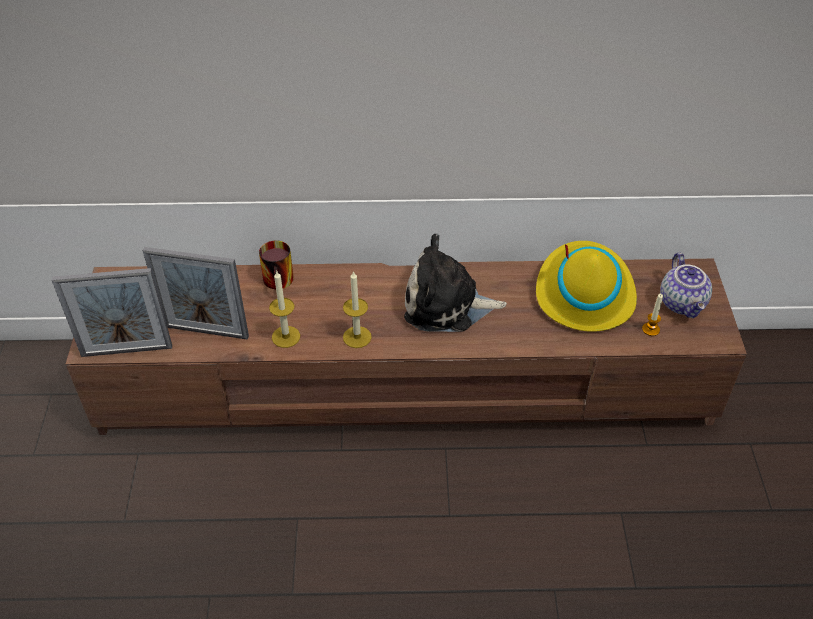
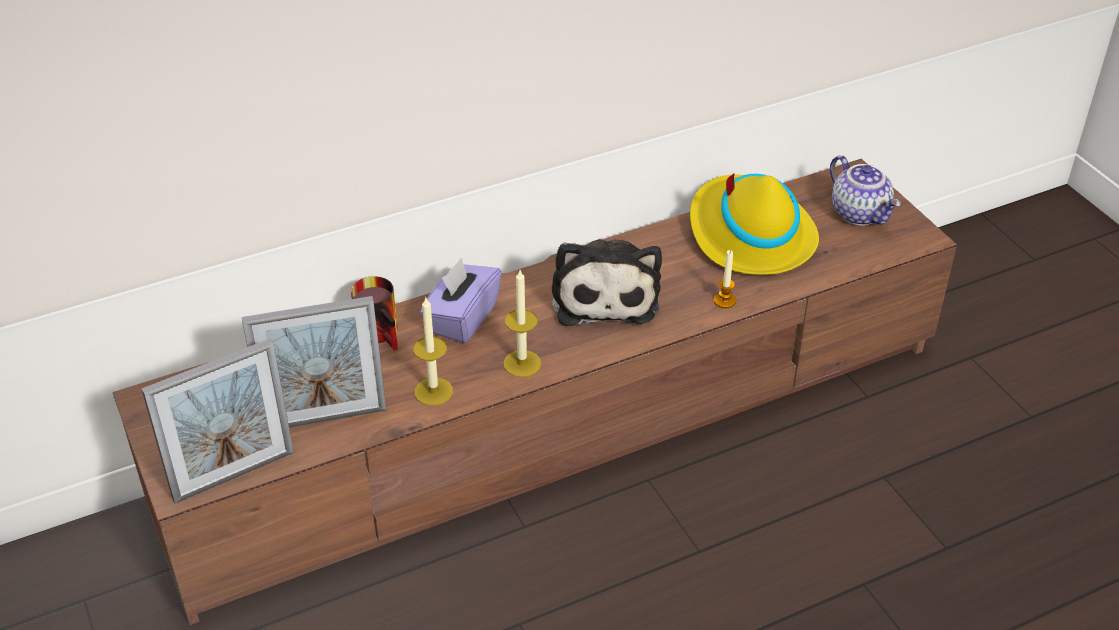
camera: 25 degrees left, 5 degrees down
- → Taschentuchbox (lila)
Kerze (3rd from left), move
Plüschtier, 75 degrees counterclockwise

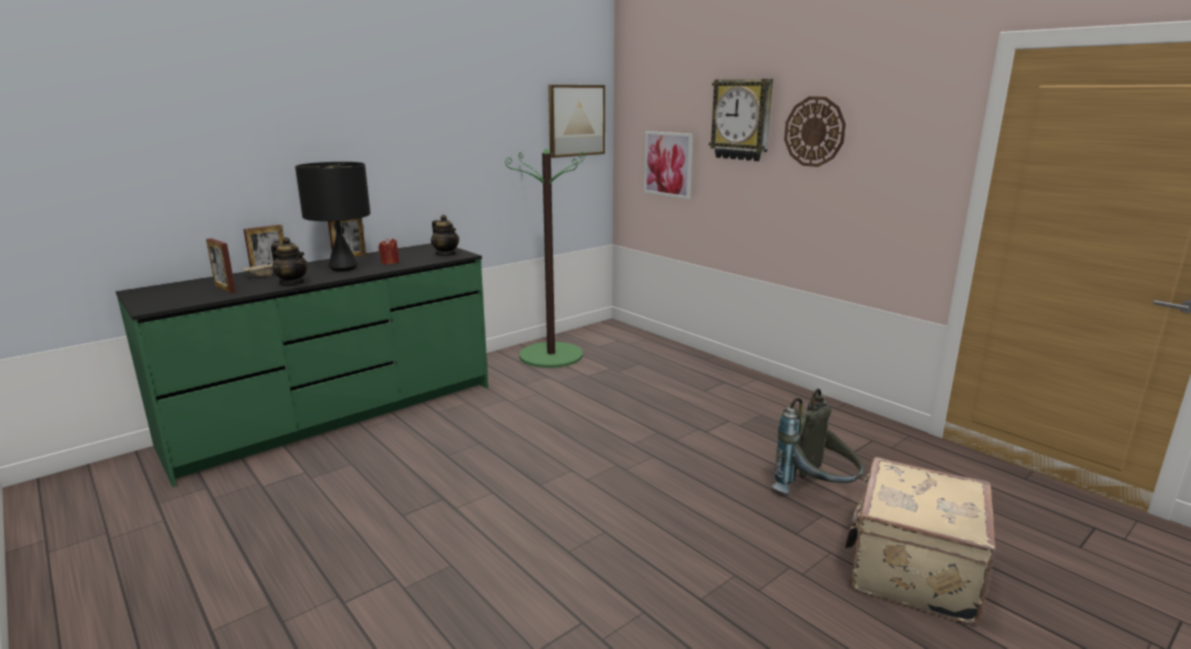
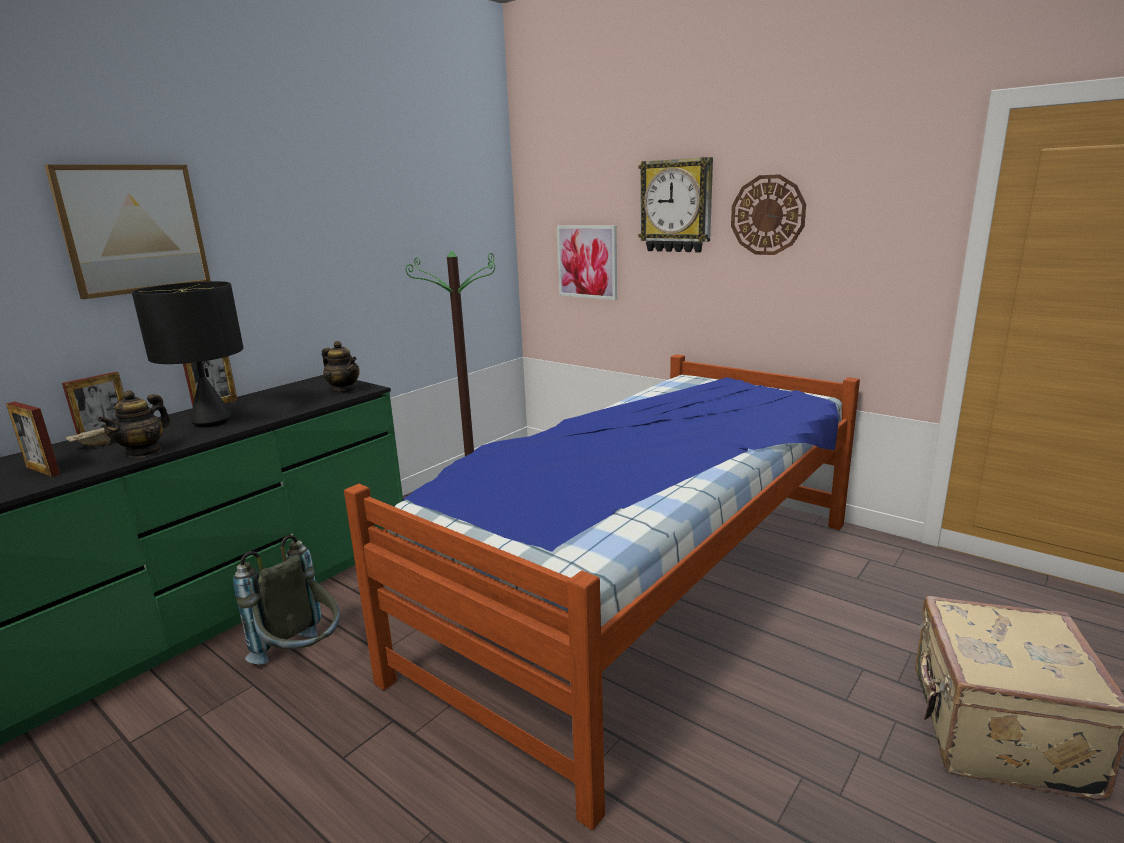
camera: 10 degrees left, 0 degrees up
Kerze (rot) → -
- → Bett
Bild (1st from left), move
Rucksack (grau), move
Teekanne (1st from left), 90 degrees clockwise

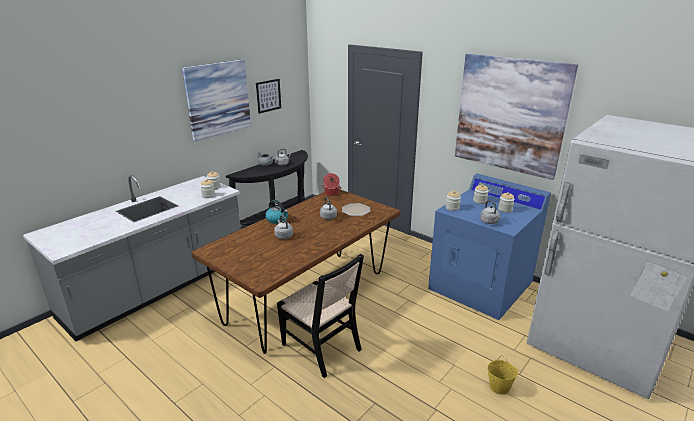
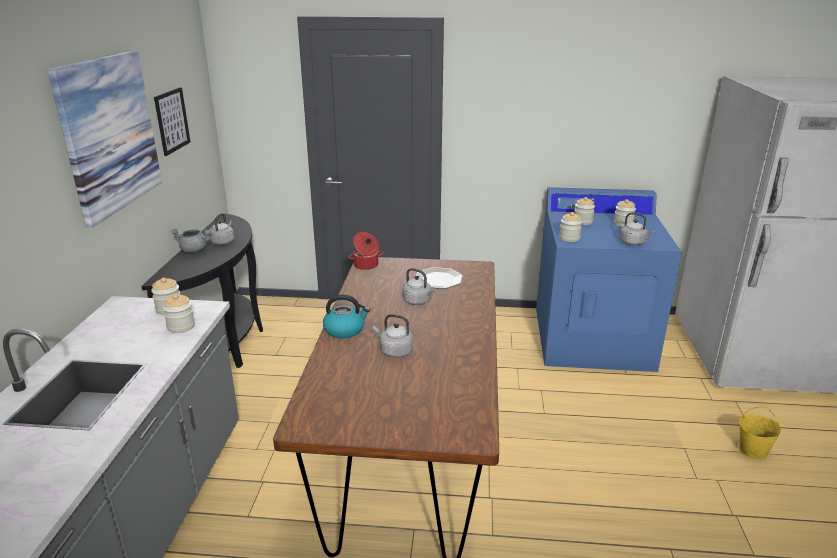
camera: 35 degrees left, 0 degrees up
Stuhl → -
Bild (3rd from left) → -

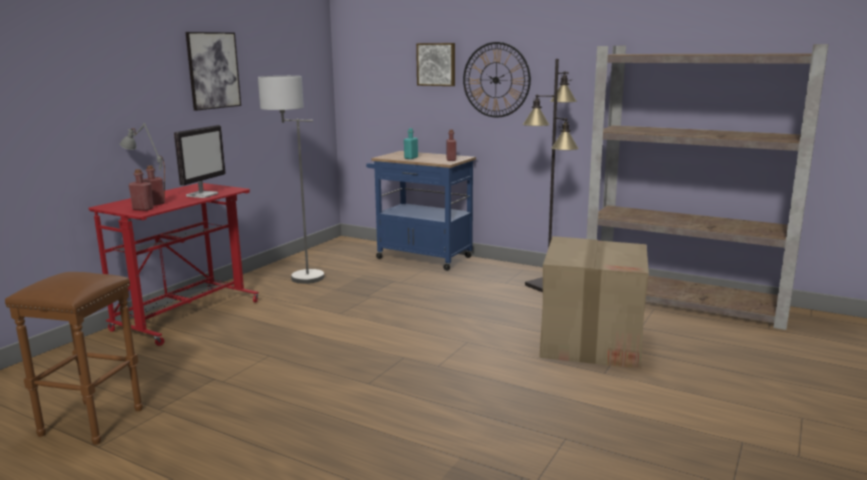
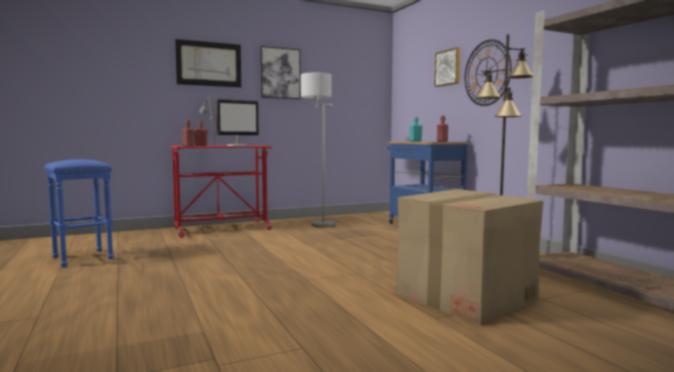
camera: 35 degrees right, 10 degrees down
- → Bild (1st from left)
Hocker (braun) → Hocker (blau)

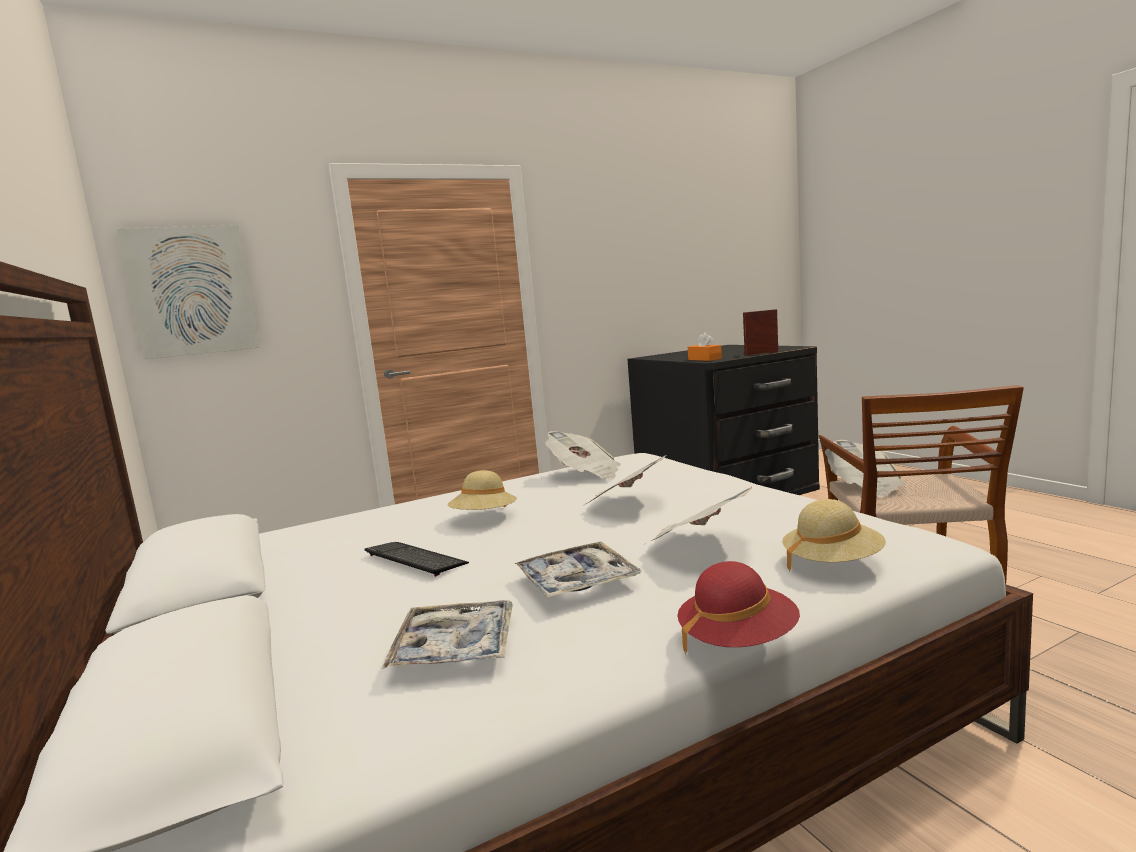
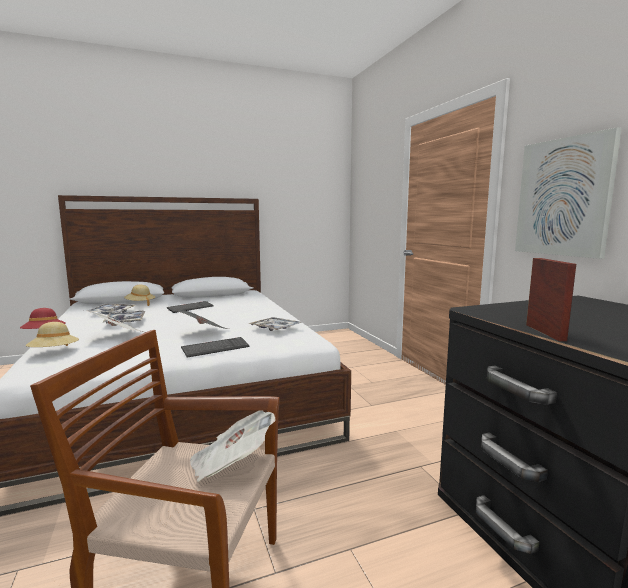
camera: 95 degrees right, 0 degrees up
Taschentuchbox (orange) → -
- → Tastatur (2nd from left)
Bild, move
Hut (beige) (1st from left in the first image) → Hut (beige) (2nd from left), move
Zeitung (1st from left) → Tablett (3rd from left)

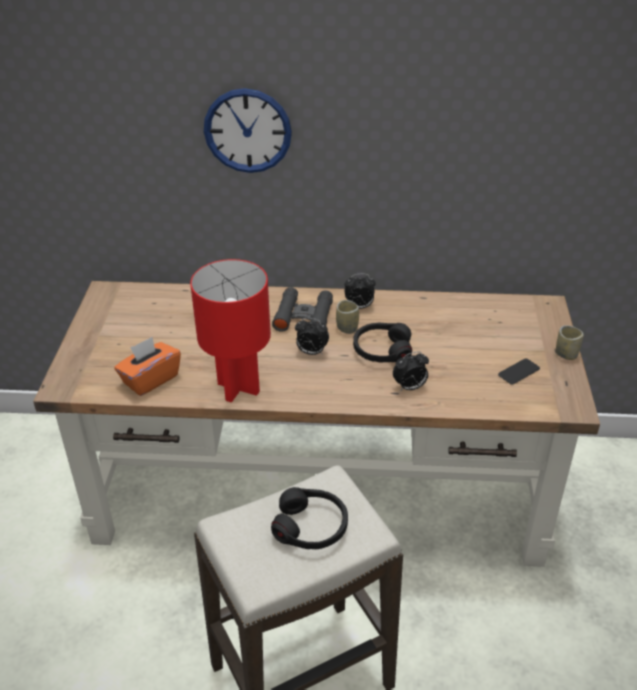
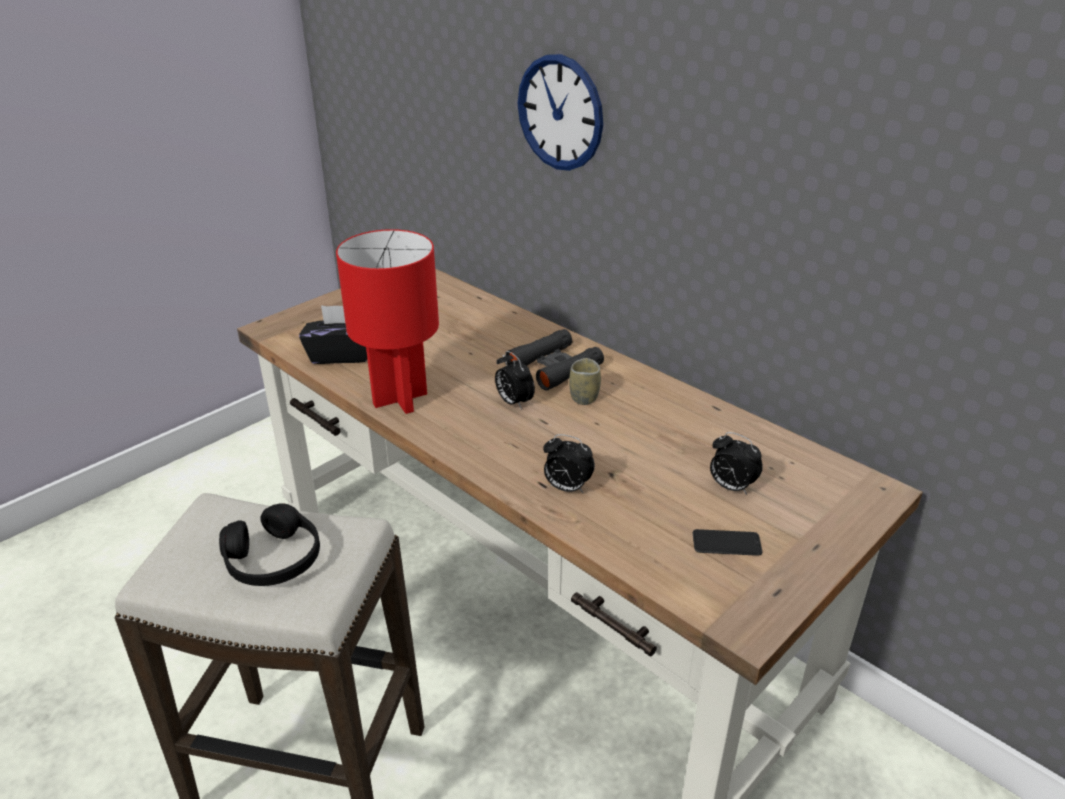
camera: 40 degrees right, 5 degrees down
Kopfhörer (schwarz) (2nd from left) → -
Tasse (2nd from left) → -
Wecker (2nd from left in the first image) → Wecker (3rd from left), move
Taschentuchbox (orange) → Taschentuchbox (schwarz)

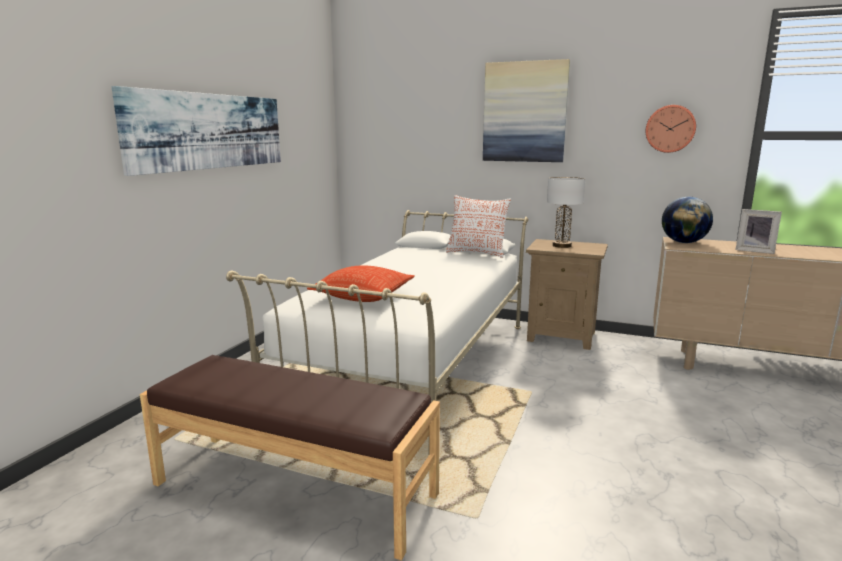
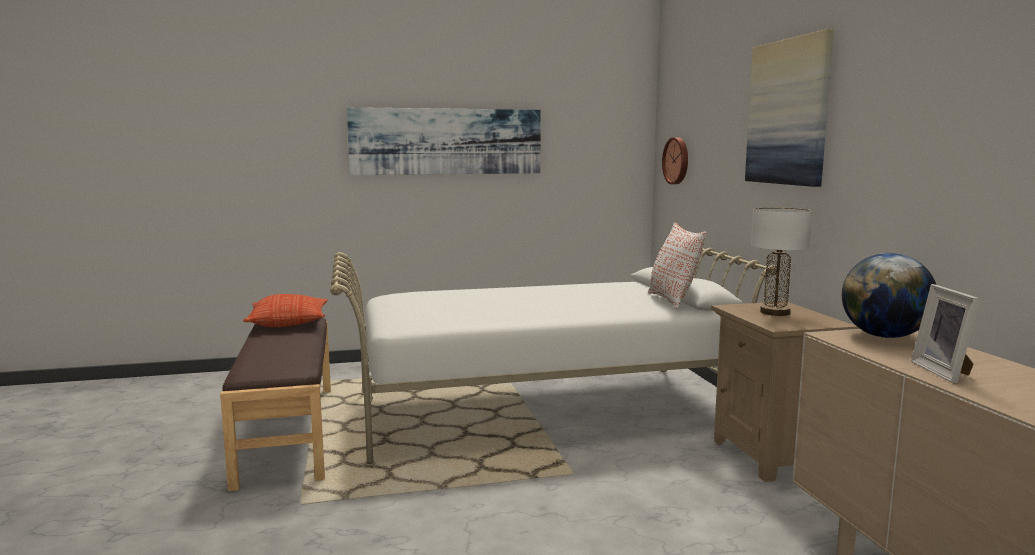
camera: 55 degrees right, 5 degrees down
Kissen (orange), move
Wanduhr, move

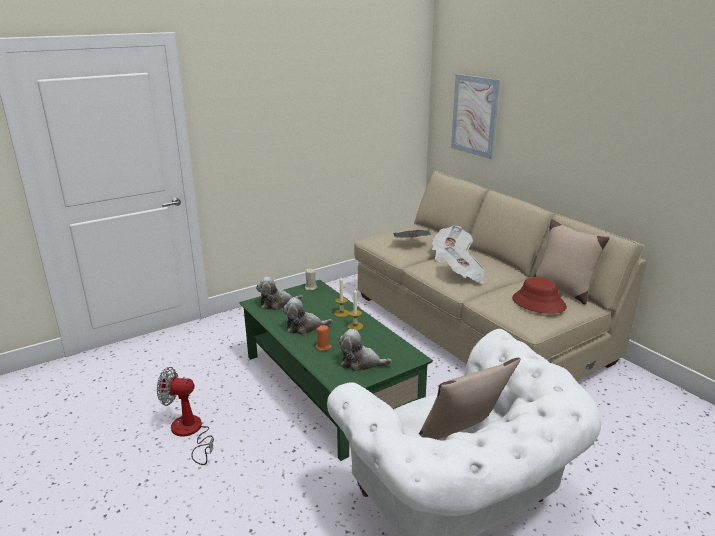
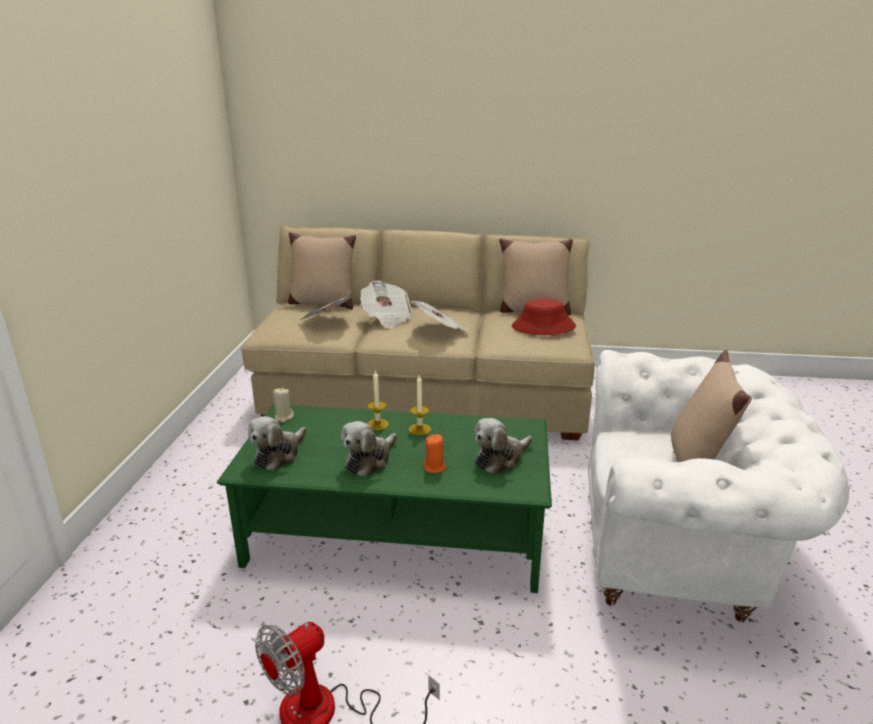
camera: 50 degrees left, 0 degrees up
Bild → -
- → Kissen (beige) (1st from left)

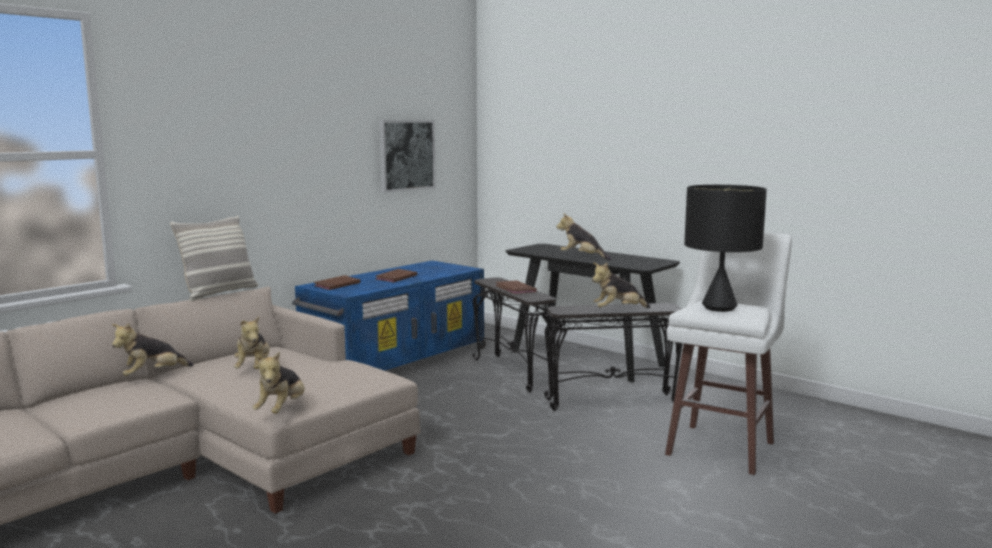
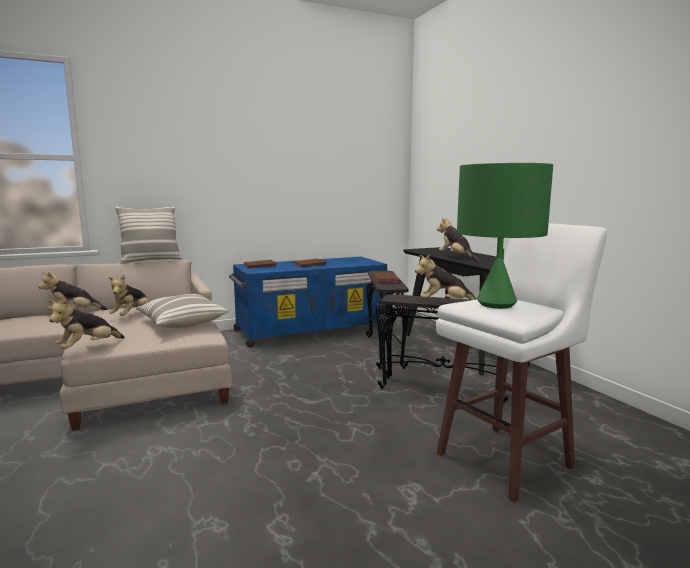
camera: 25 degrees right, 0 degrees up
Bild → -
- → Kissen (2nd from left)
Tischlampe (schwarz) → Tischlampe (grün)

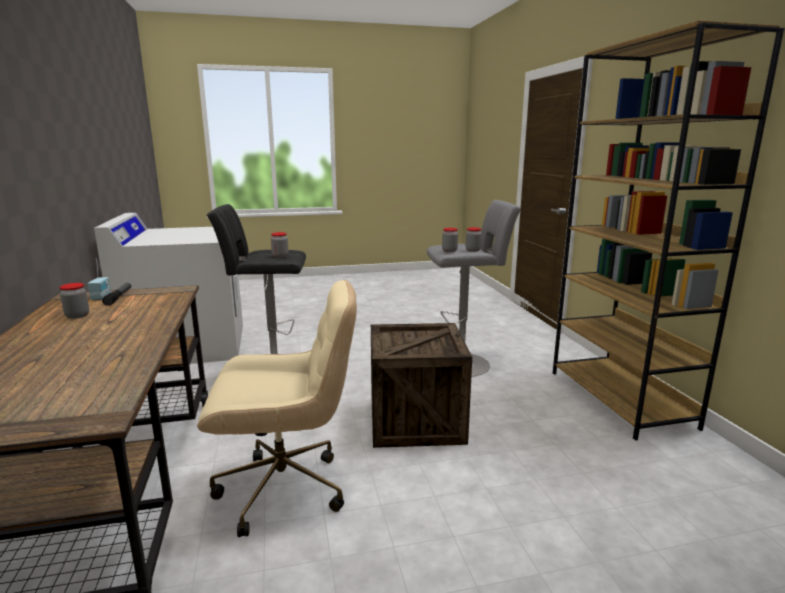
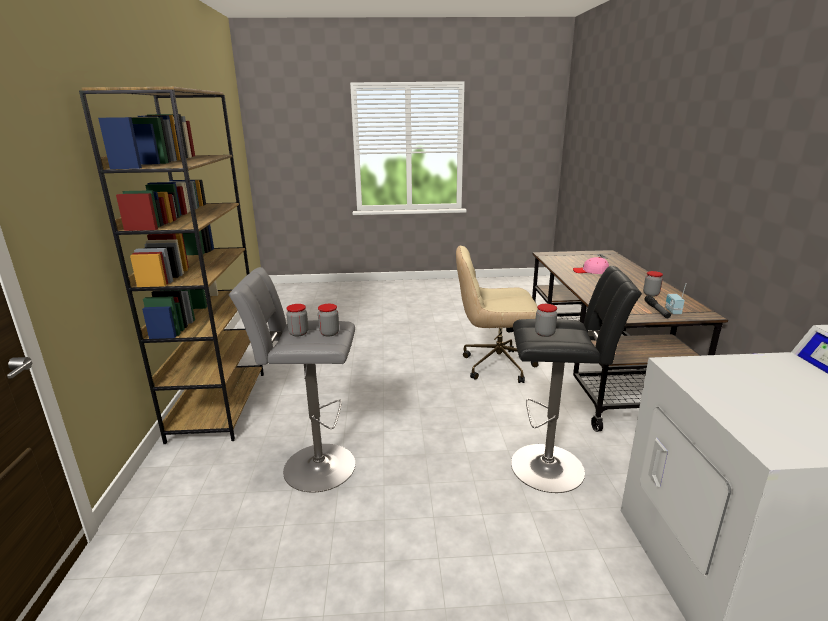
camera: 170 degrees left, 5 degrees up
Kiste → -
- → Kappe (rosa)

